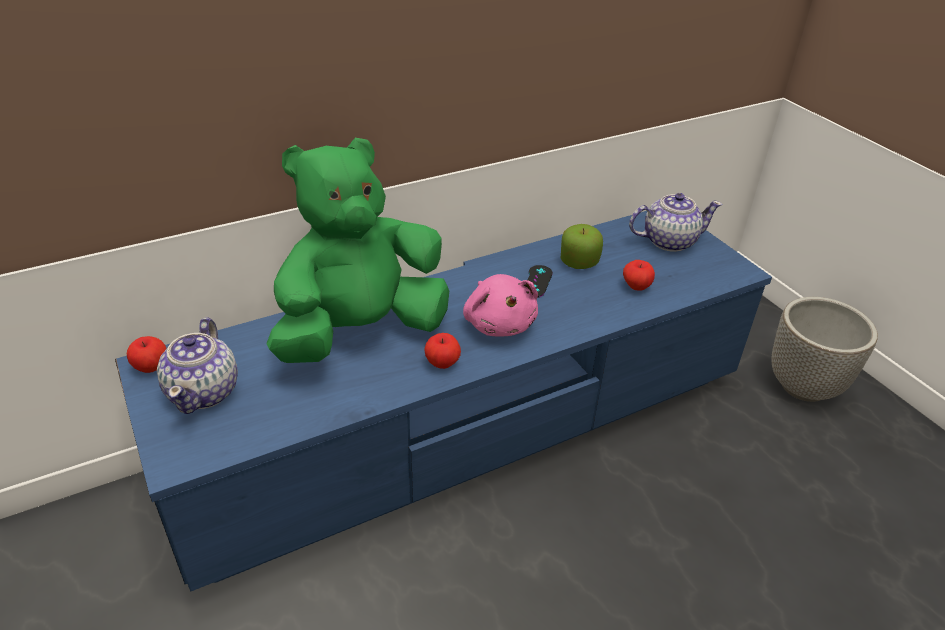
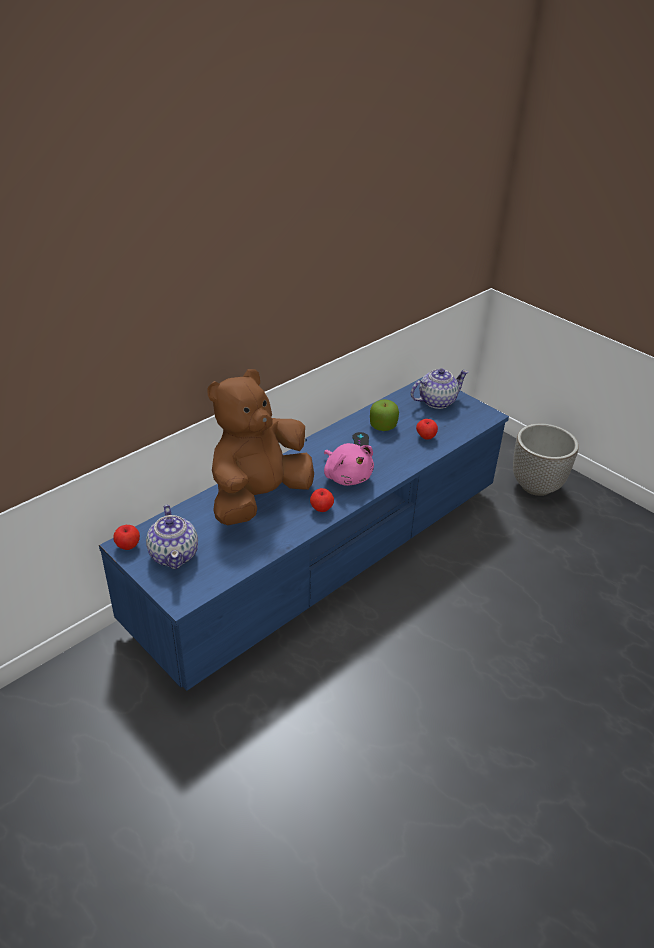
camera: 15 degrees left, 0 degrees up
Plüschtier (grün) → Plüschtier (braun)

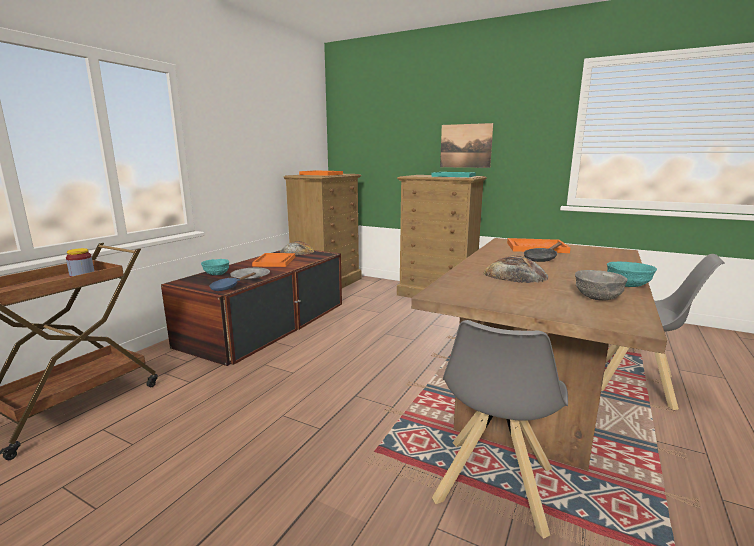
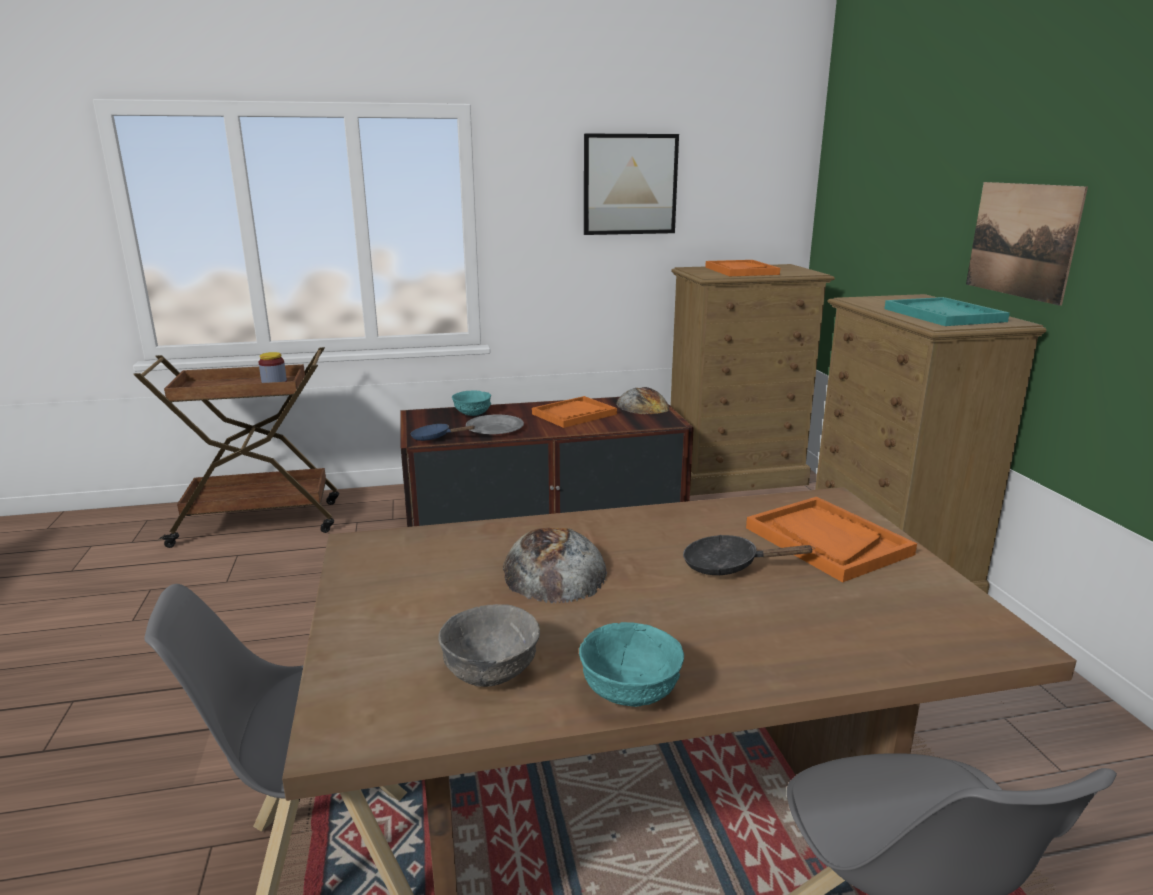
camera: 50 degrees right, 5 degrees up
- → Bild (1st from left)

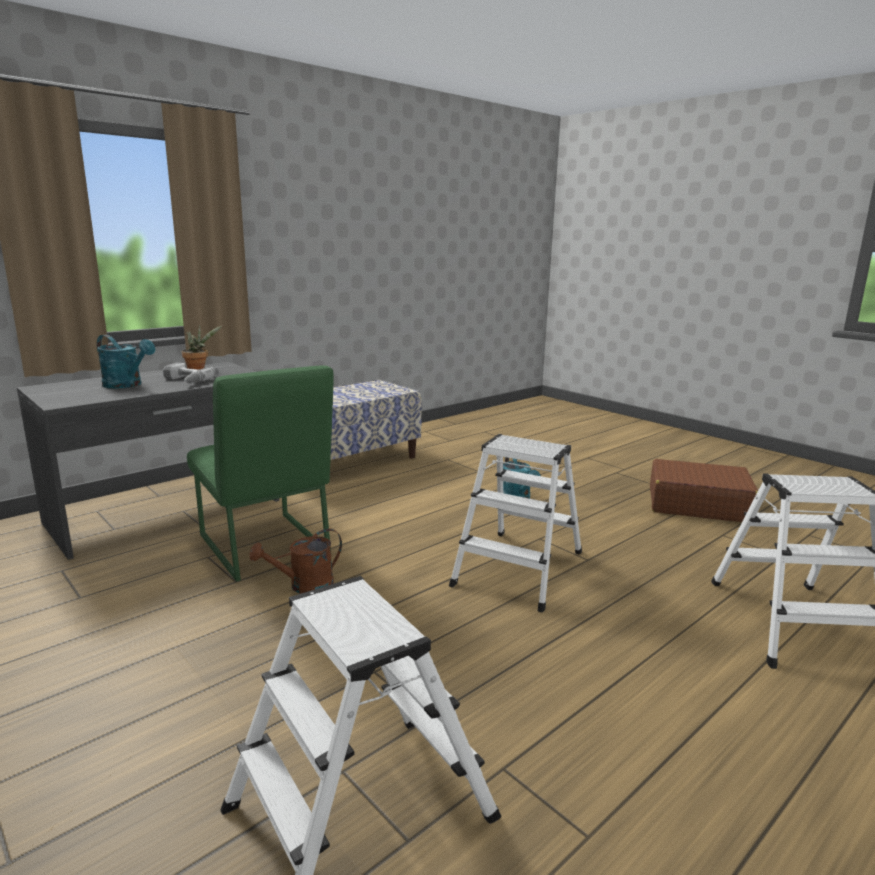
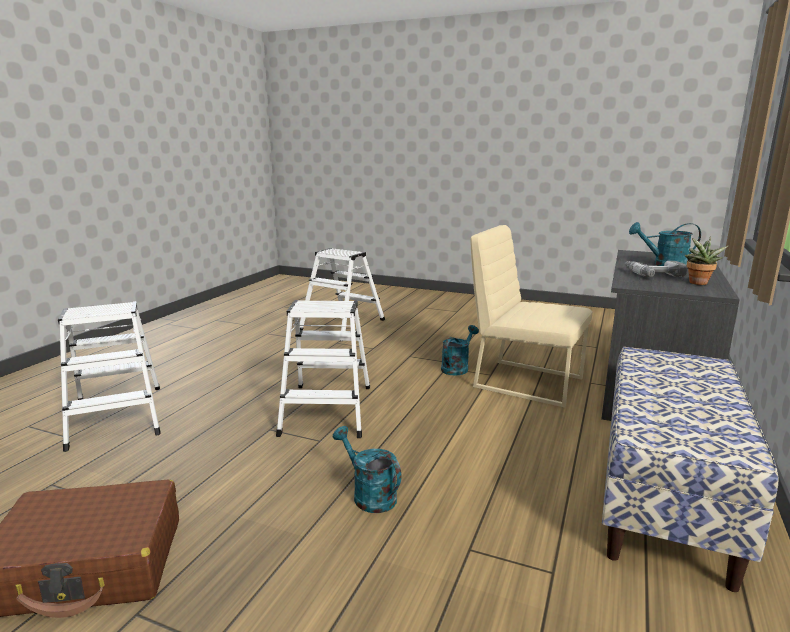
camera: 155 degrees right, 0 degrees up
Stuhl (grün) → Stuhl (beige)
Gießkanne (braun) → Gießkanne (türkis) (2nd from left)

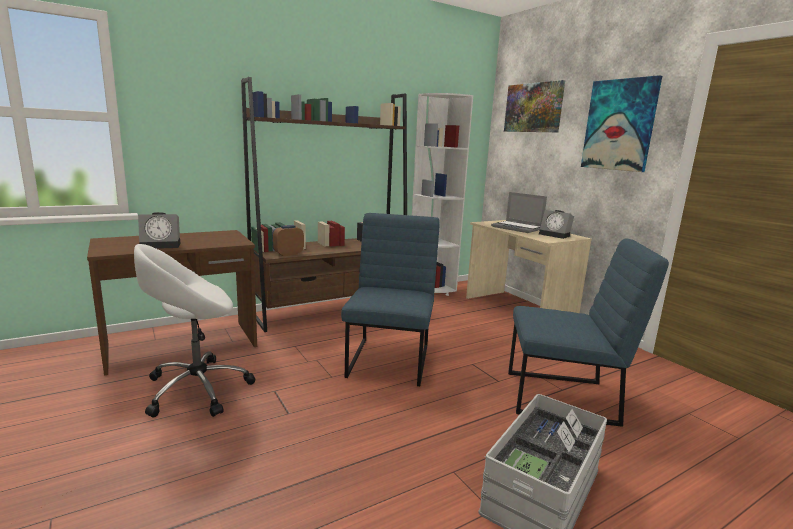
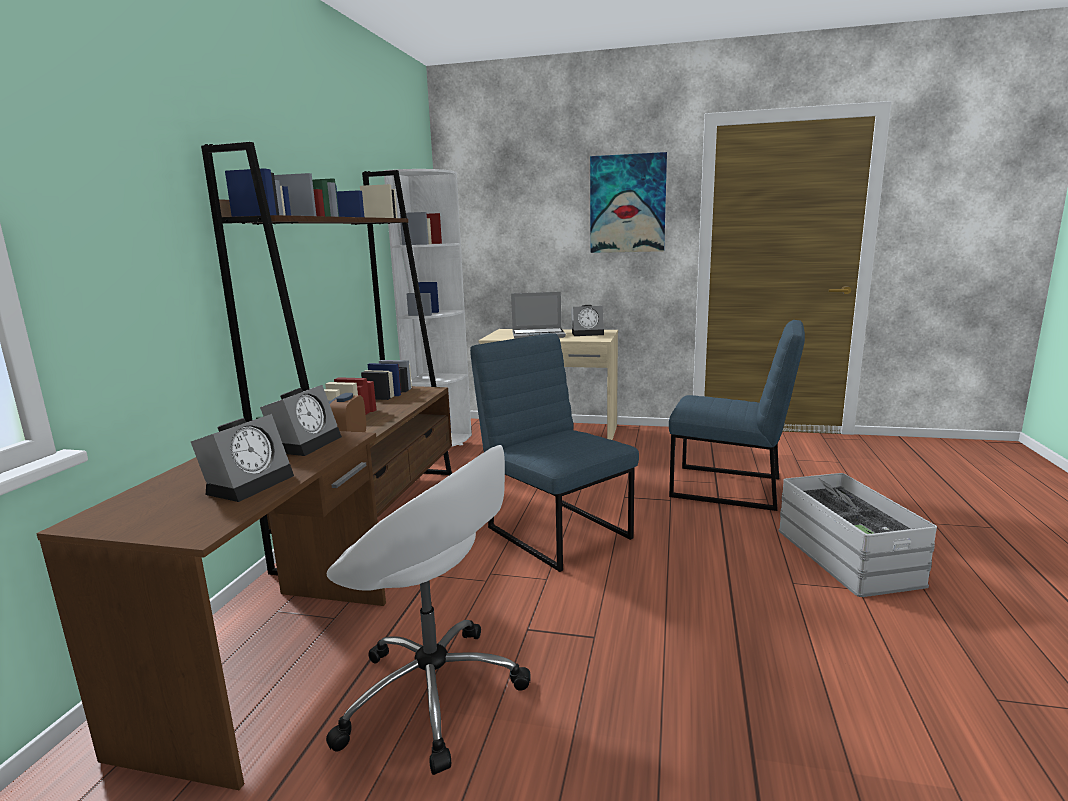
camera: 45 degrees left, 0 degrees up
Bild (1st from left) → -
- → Wecker (2nd from left)
Bürostuhl (weiß), 75 degrees counterclockwise
Stuhl (blau) (2nd from left), 60 degrees clockwise

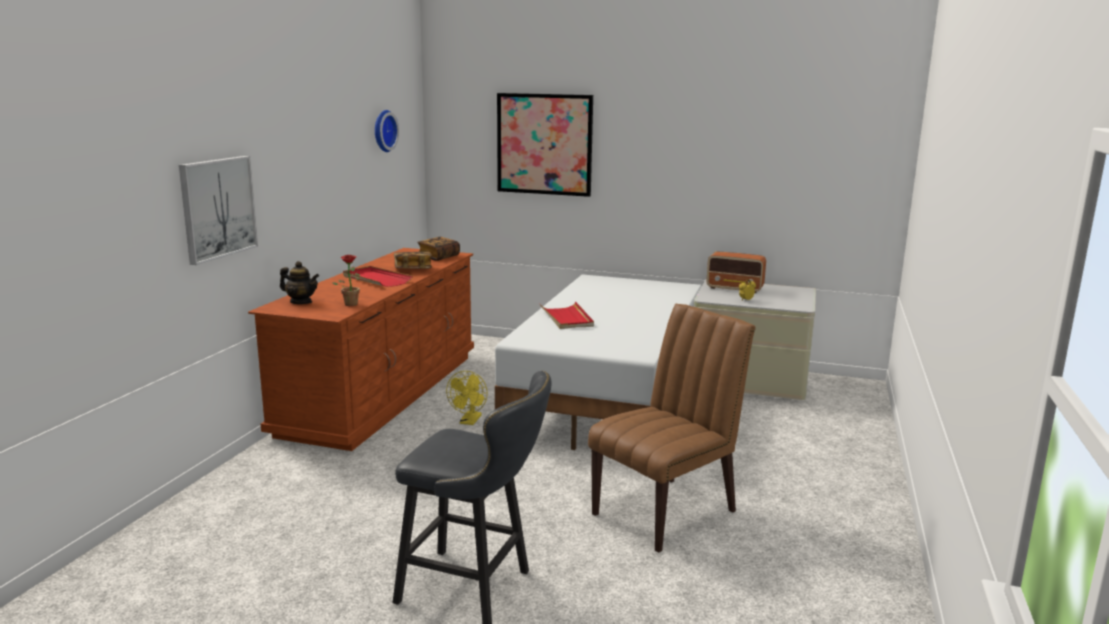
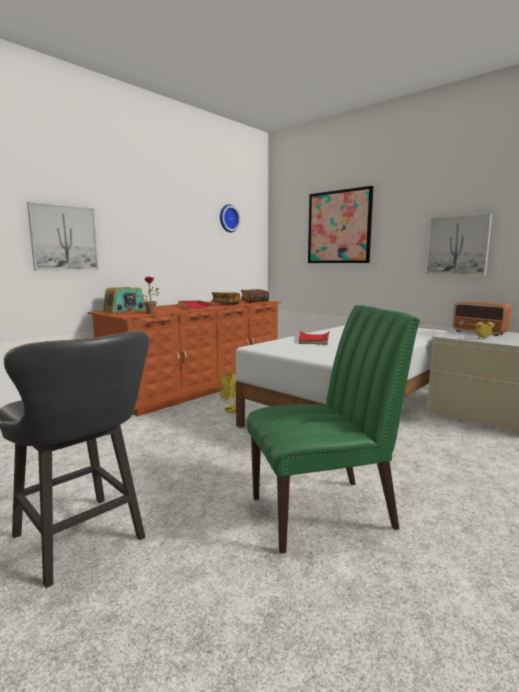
camera: 25 degrees right, 5 degrees down
- → Bild (3rd from left)
Teekanne → Radio (1st from left)
Stuhl (braun) → Stuhl (grün)

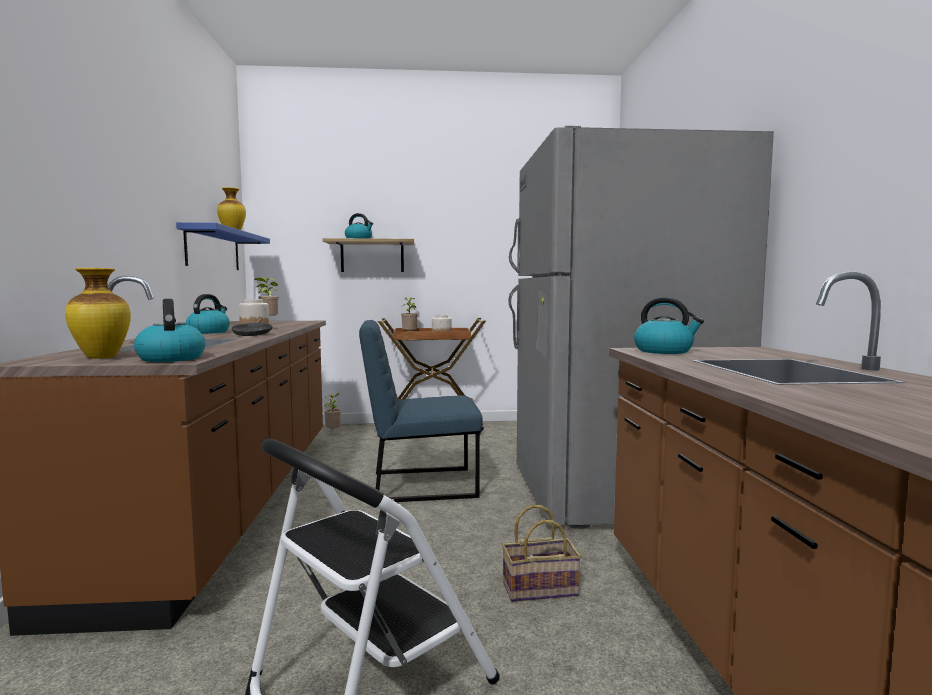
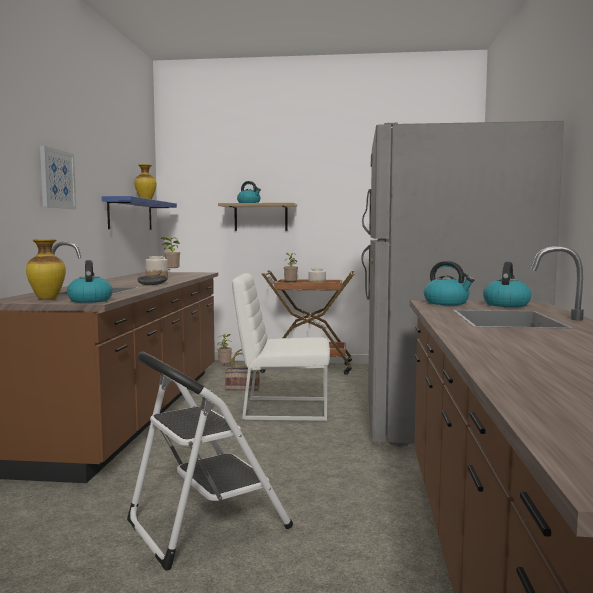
camera: 10 degrees right, 0 degrees up
- → Bild
Wasserkessel (2nd from left in the first image) → Wasserkessel (4th from left), move
Korb, move
Stuhl (blau) → Stuhl (weiß)

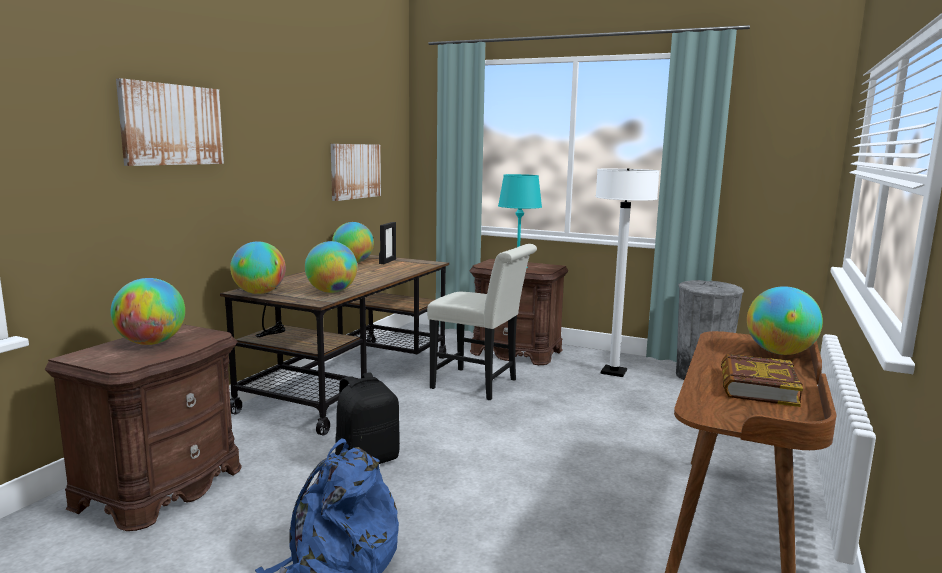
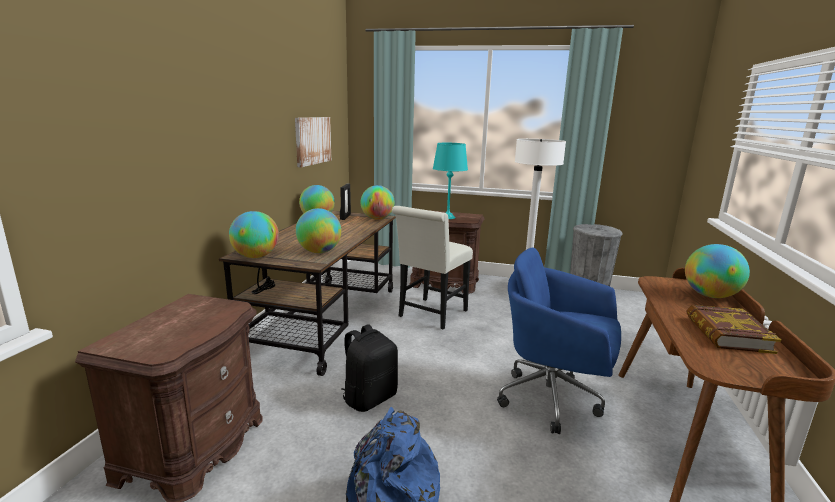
camera: 10 degrees left, 5 degrees up
Bild (1st from left) → -
- → Bürostuhl (blau)
Globus (1st from left in the first image) → Globus (4th from left), move
Stuhl (weiß), 105 degrees clockwise

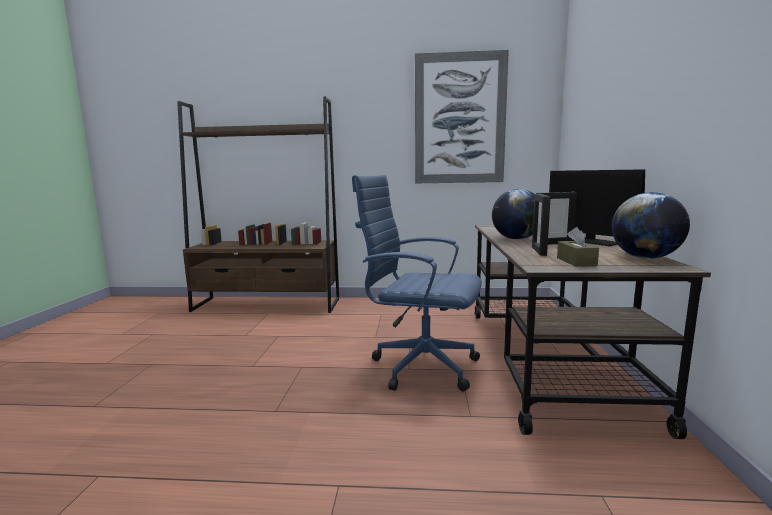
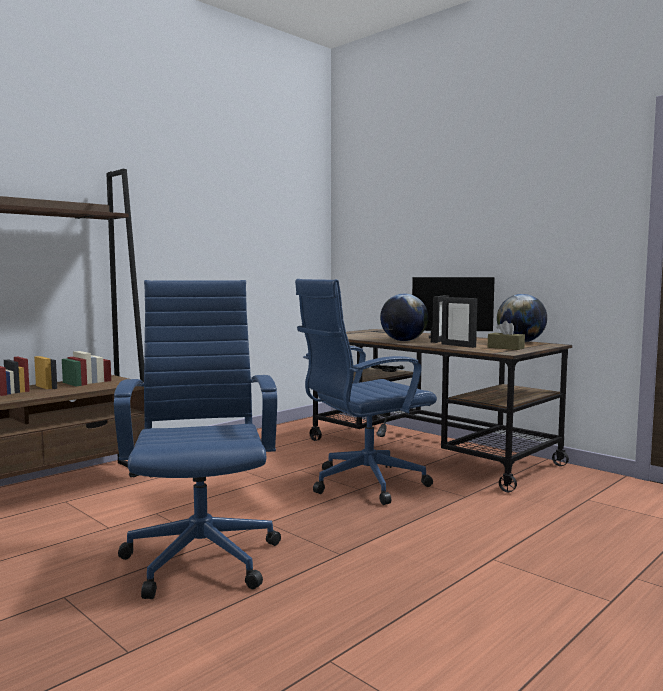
camera: 50 degrees left, 5 degrees down
Bild → -
- → Bürostuhl (blau) (1st from left)

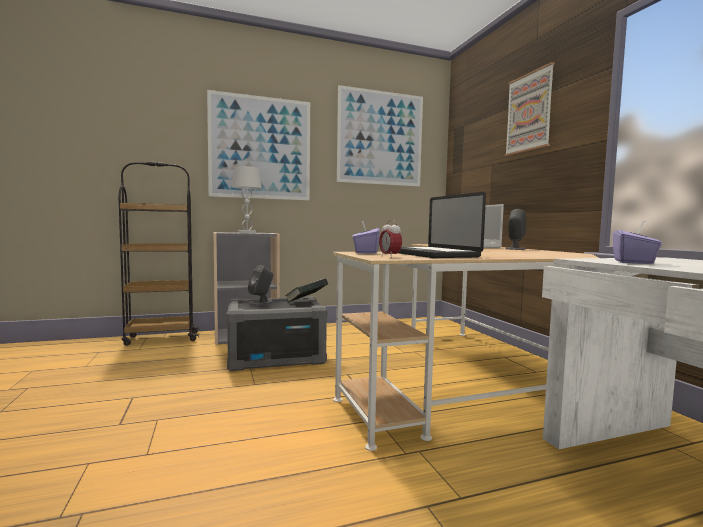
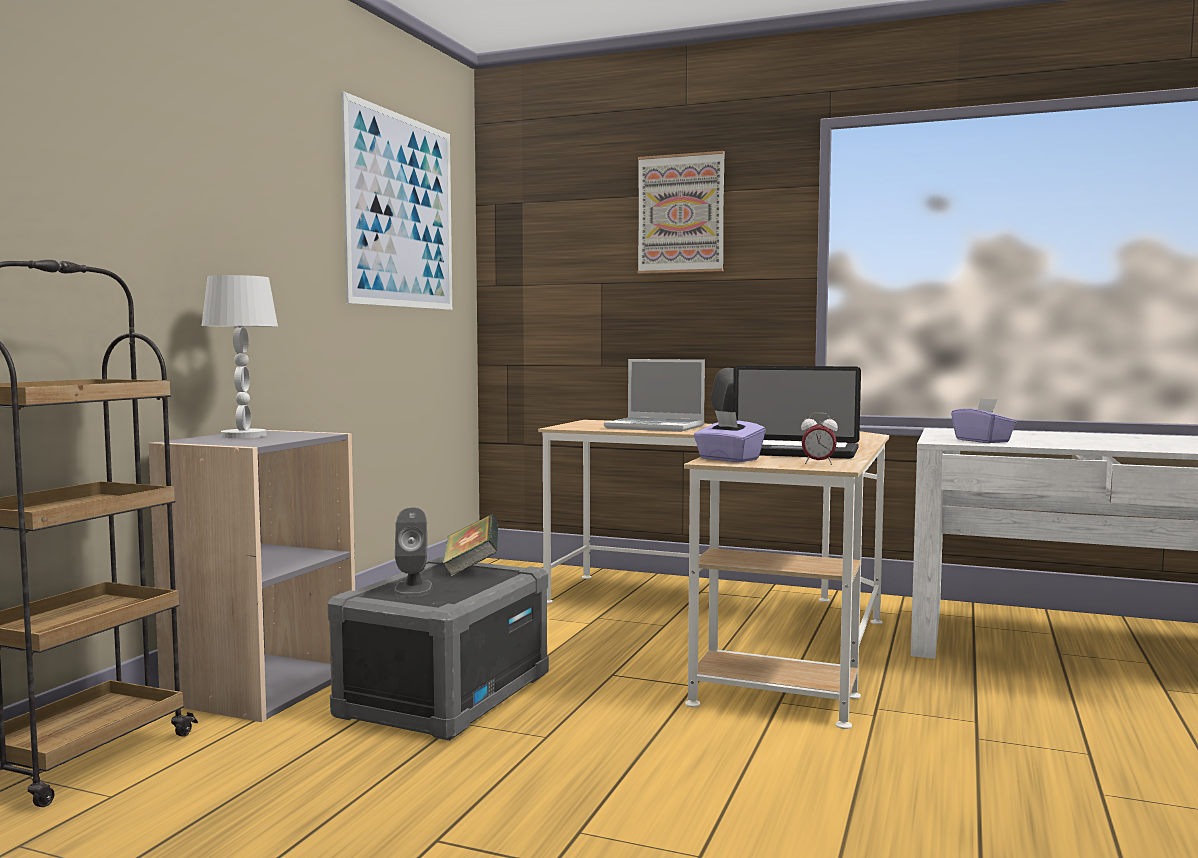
camera: 50 degrees left, 0 degrees up
Bild (1st from left) → -

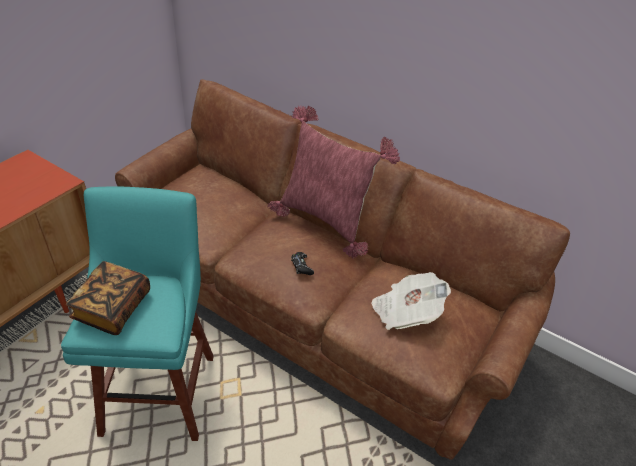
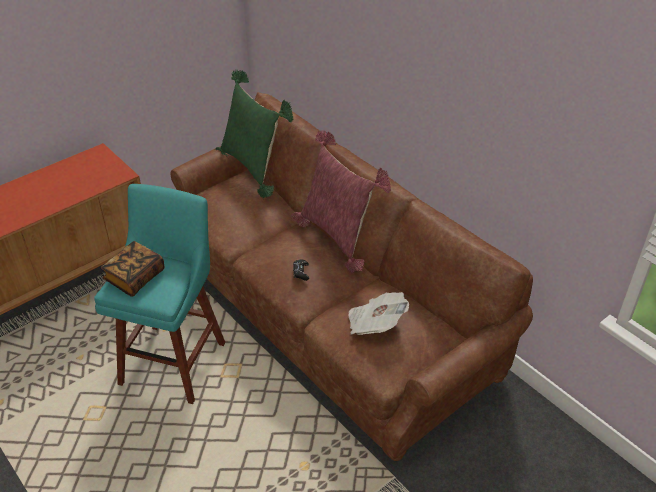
camera: 20 degrees right, 0 degrees up
- → Kissen (grün)

